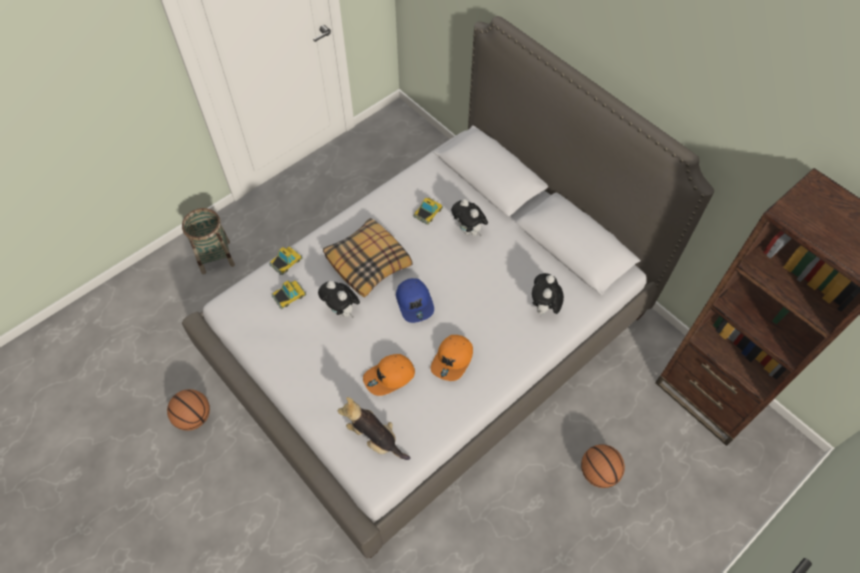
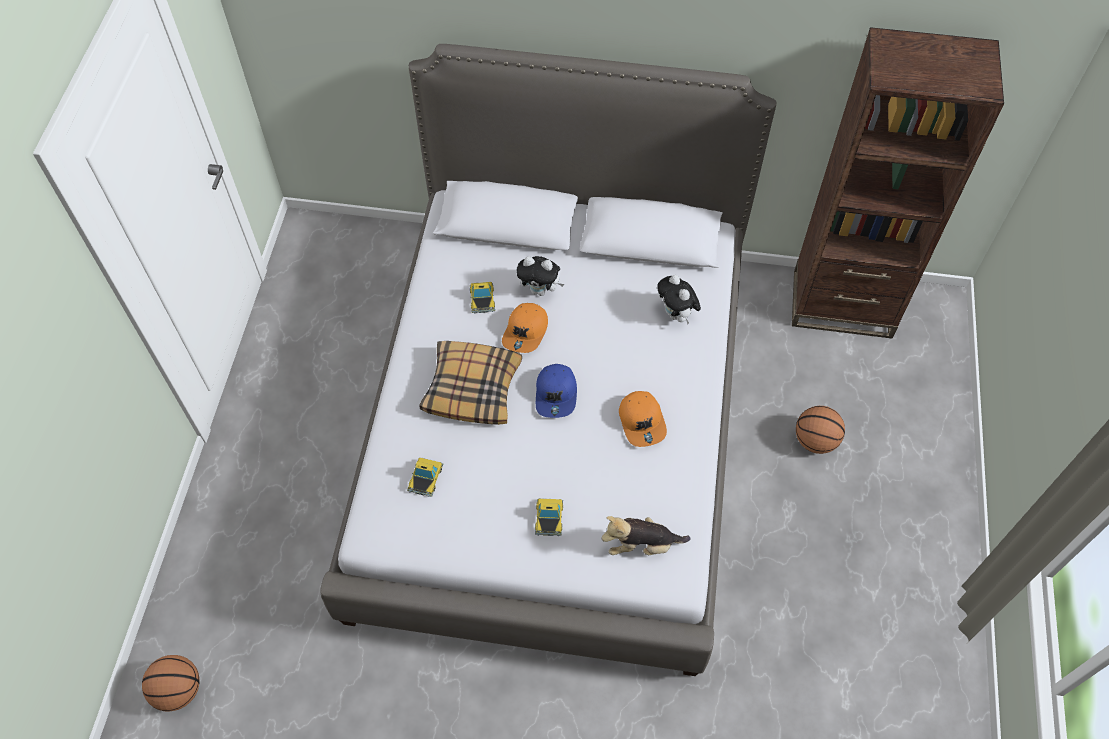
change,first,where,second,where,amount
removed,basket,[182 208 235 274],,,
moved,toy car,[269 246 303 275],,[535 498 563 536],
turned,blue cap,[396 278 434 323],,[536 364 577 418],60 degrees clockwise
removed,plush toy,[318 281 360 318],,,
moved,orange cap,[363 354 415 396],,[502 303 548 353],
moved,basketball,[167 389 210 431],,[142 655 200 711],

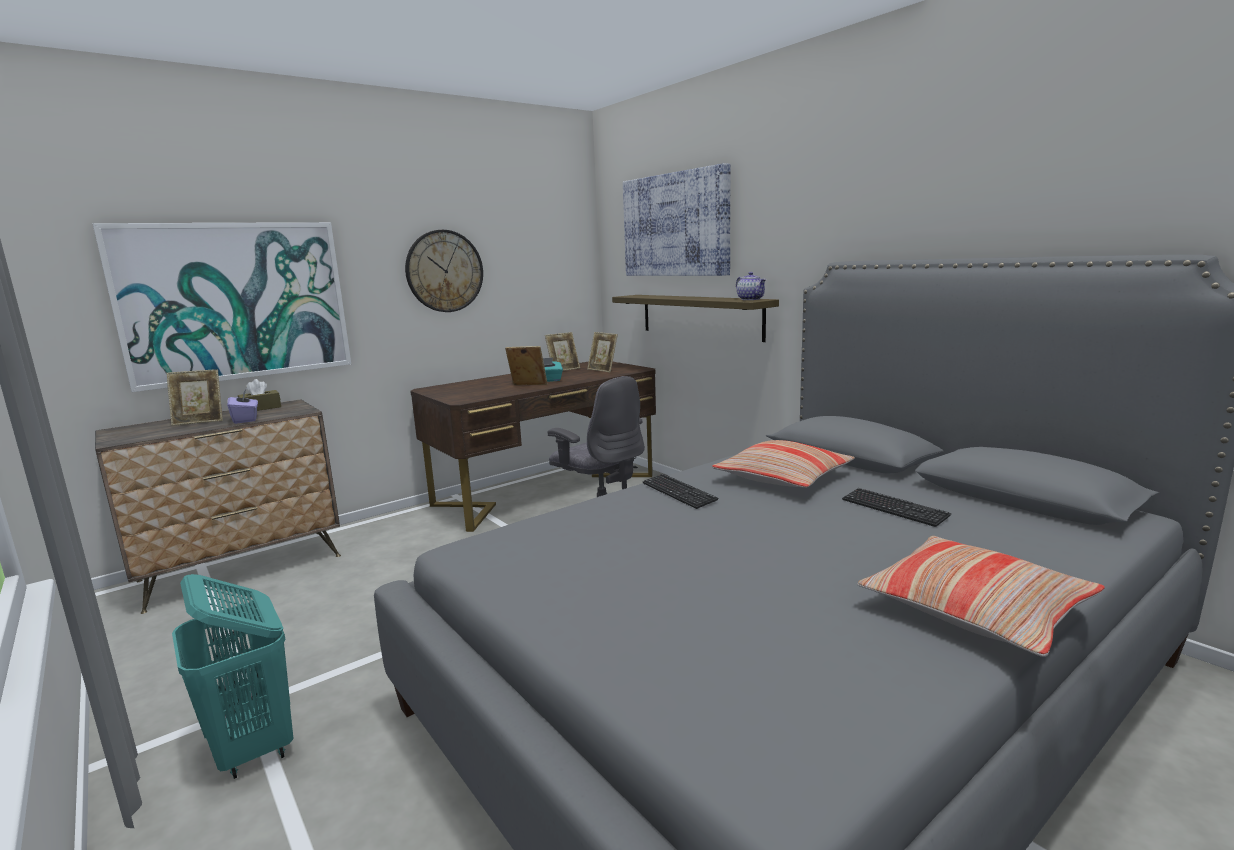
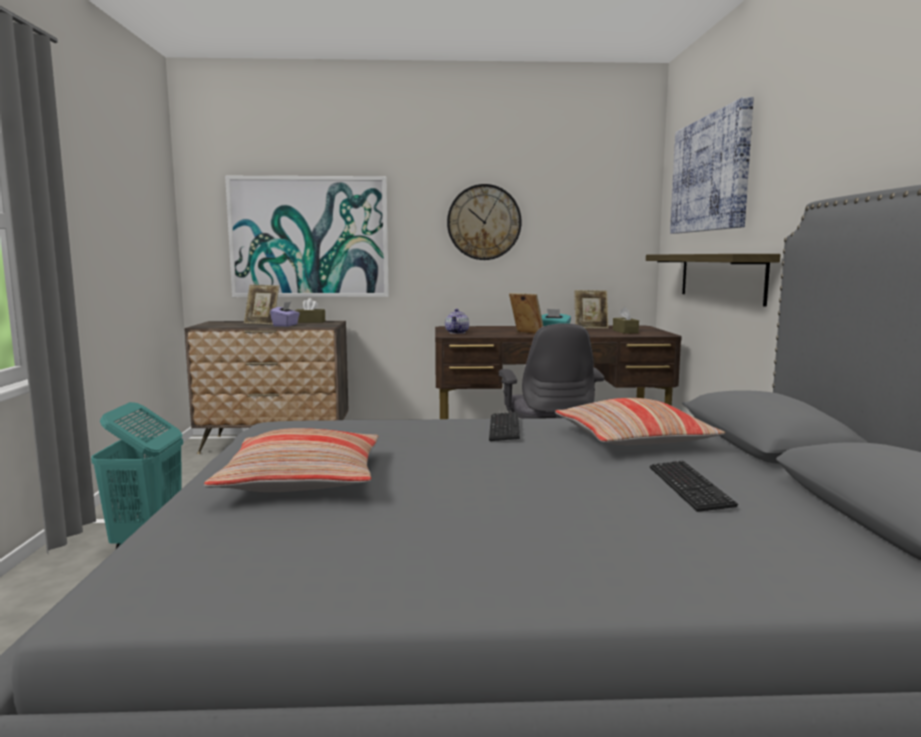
change,first,where,second,where,amount
moved,teapot,[736 272 766 300],,[445 309 469 334],
replaced,picture frame,[587 332 618 373],brown tissue box,[613 307 639 334],
moved,pillow,[857 536 1105 657],,[204 428 379 492],

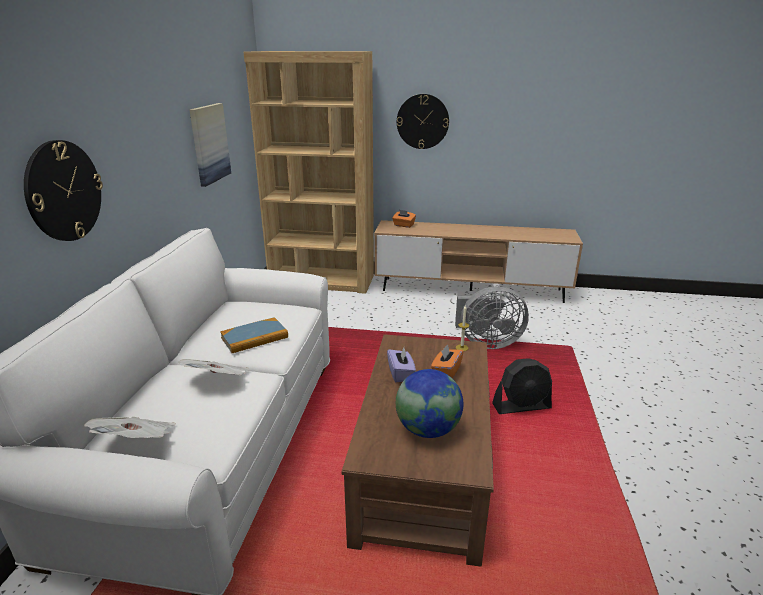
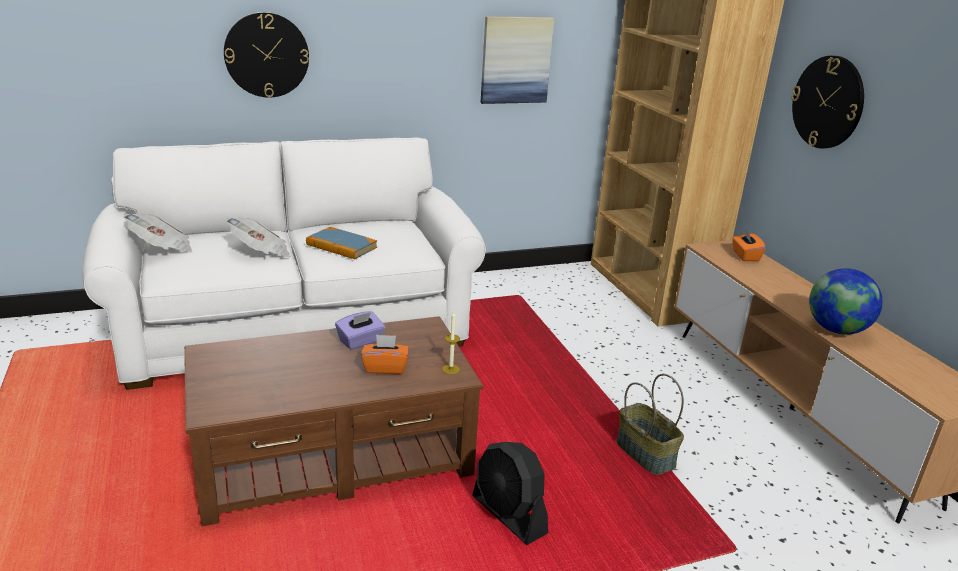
change,first,where,second,where,amount
replaced,grey fan,[455 286 529 349],basket,[616 374 684 475],
moved,globe,[396 369 463 438],,[809 268 883 334],

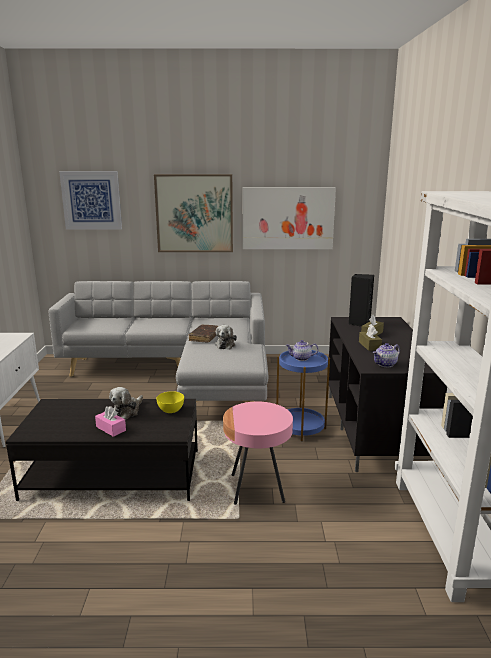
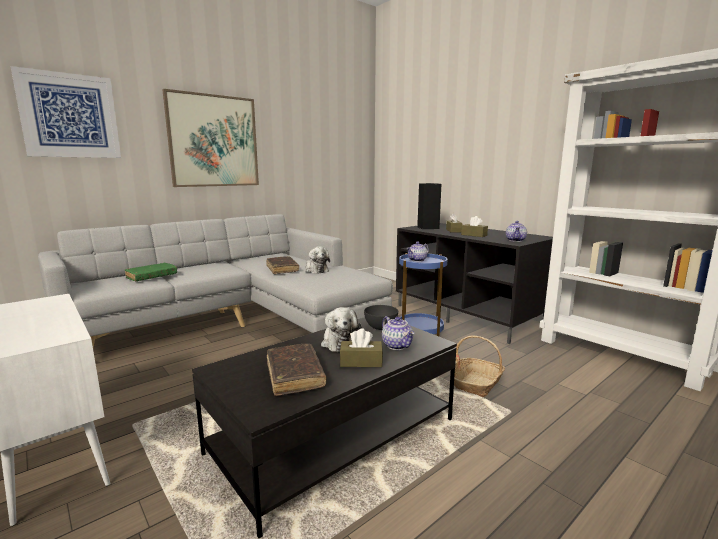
change,first,where,second,where,amount
removed,picture,[243 187 336 249],,,
recoloured,yellow bowl,[156 391 184 413],grey bowl,[364 305 398 330],
replaced,pink side table,[223 402 293 505],basket,[450 336 505 397],
recoloured,pink tissue box,[95 406 126 437],brown tissue box,[340 328 383 367],
added,,,green book,[125 263 177 281],
added,,,teapot,[382 316 415 350],
added,,,brown book,[267 344 327 396],

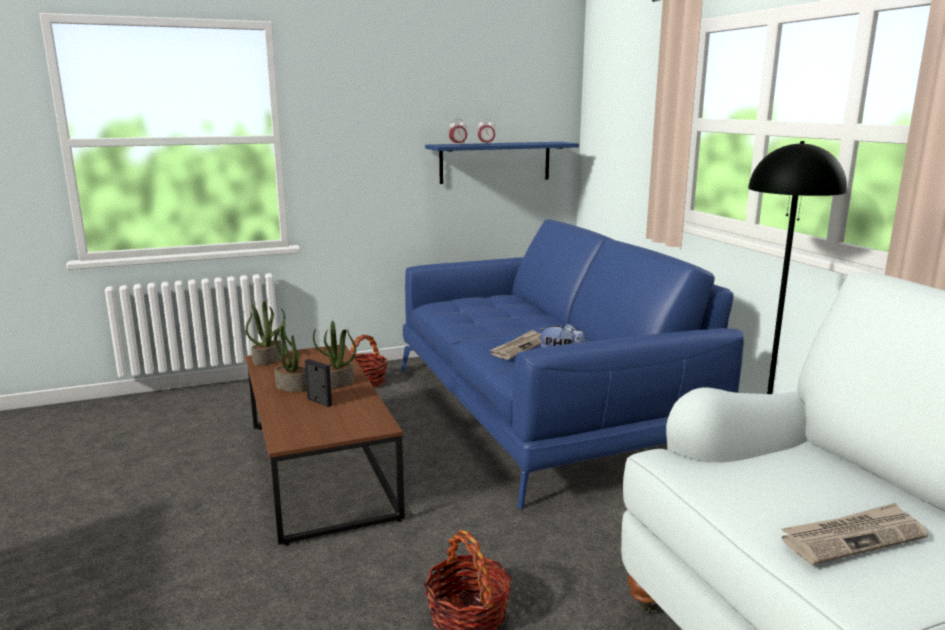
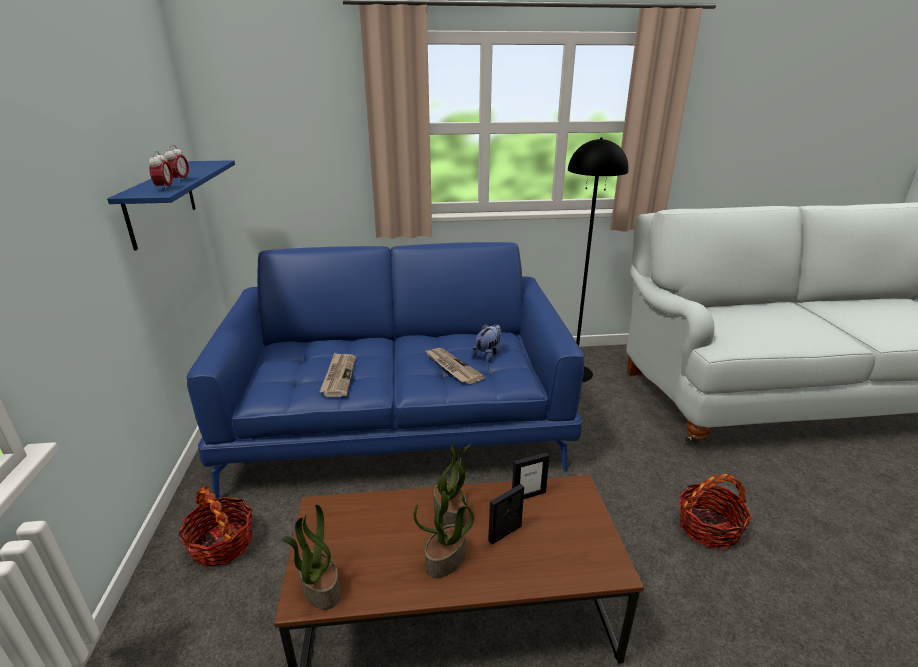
change,first,where,second,where,amount
moved,newspaper,[781 503 928 565],,[319 352 356 397],
added,,,picture frame,[512 452 549 500],

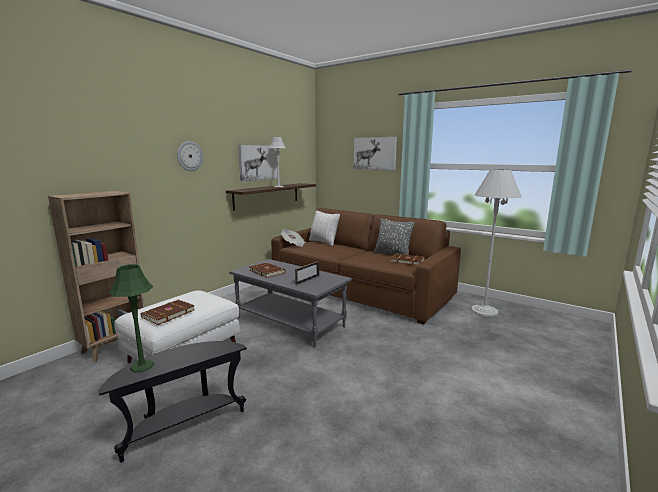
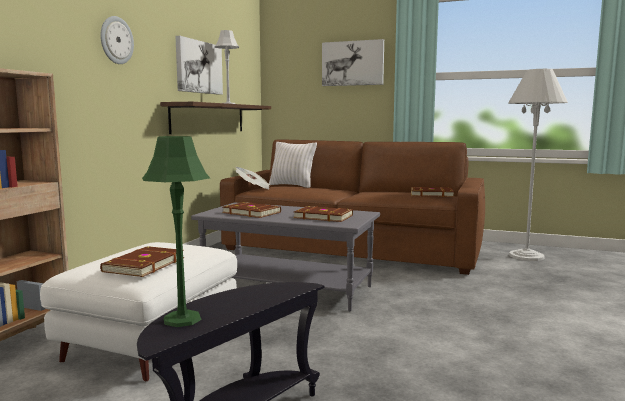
change,first,where,second,where,amount
removed,grey pillow,[374 218 415 255],,,
replaced,picture frame,[295 261 319 285],brown book,[293 206 353 222],

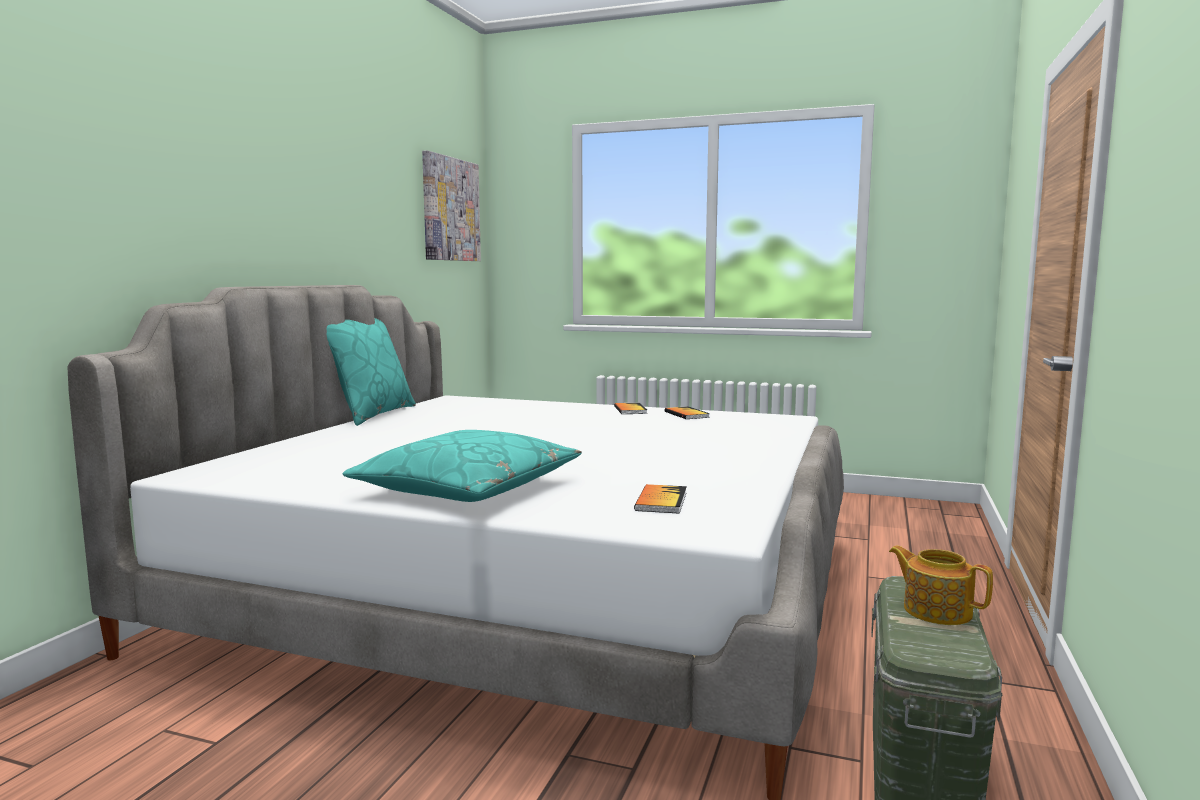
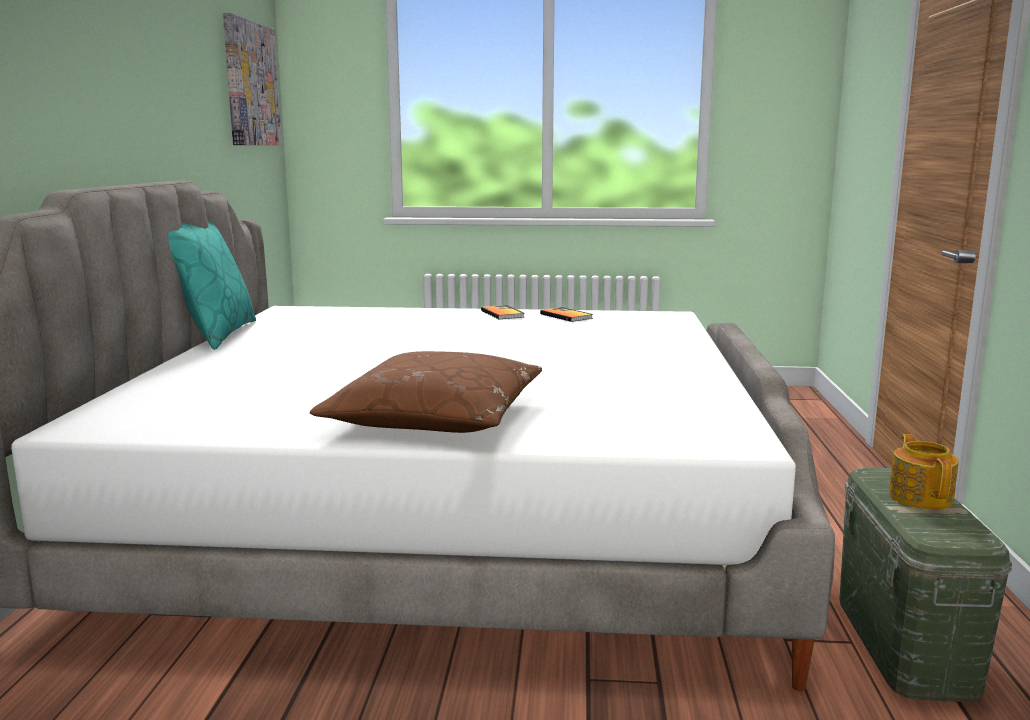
change,first,where,second,where,amount
recoloured,turquoise pillow,[342 430 582 502],brown pillow,[310 351 542 433],
removed,book,[634 484 687 514],,,
turned,teapot,[889 546 993 625],,[889 434 959 510],60 degrees clockwise

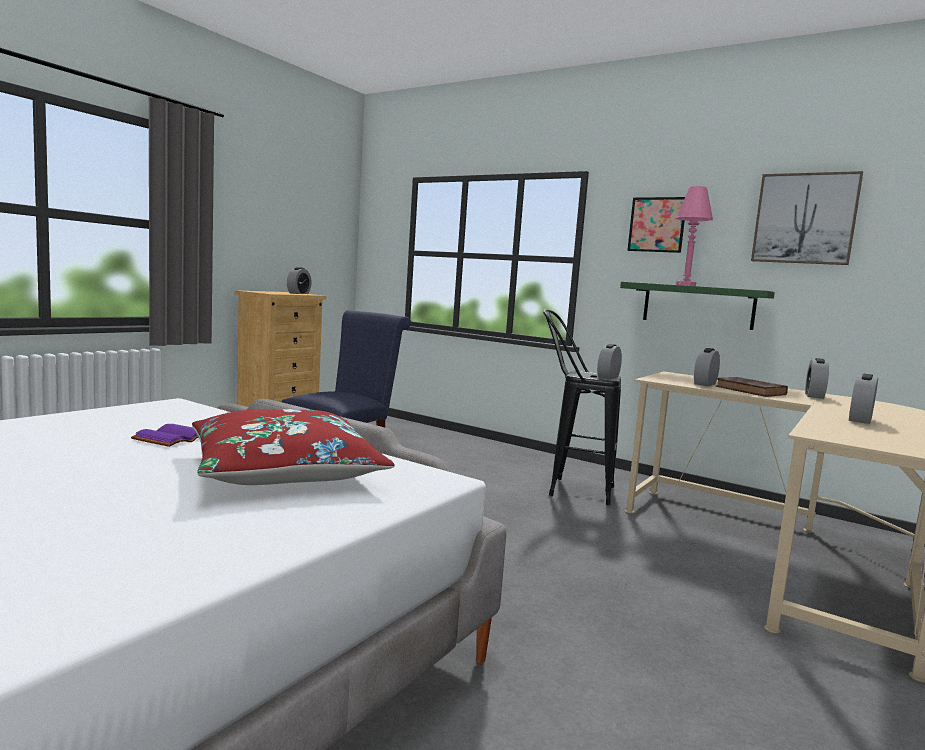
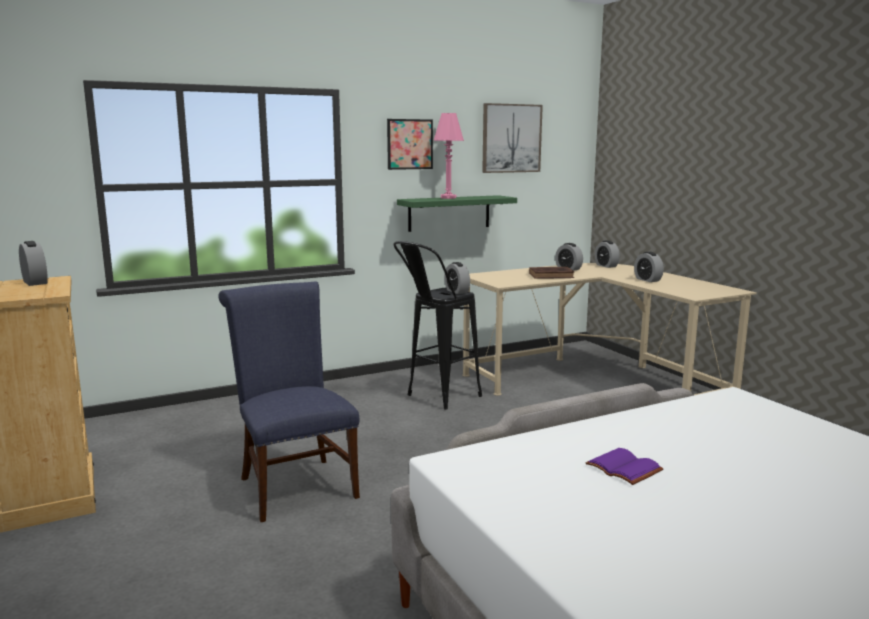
change,first,where,second,where,amount
moved,alarm clock,[694 348 720 386],,[595 240 620 268],
removed,red pillow,[192 409 395 485],,,

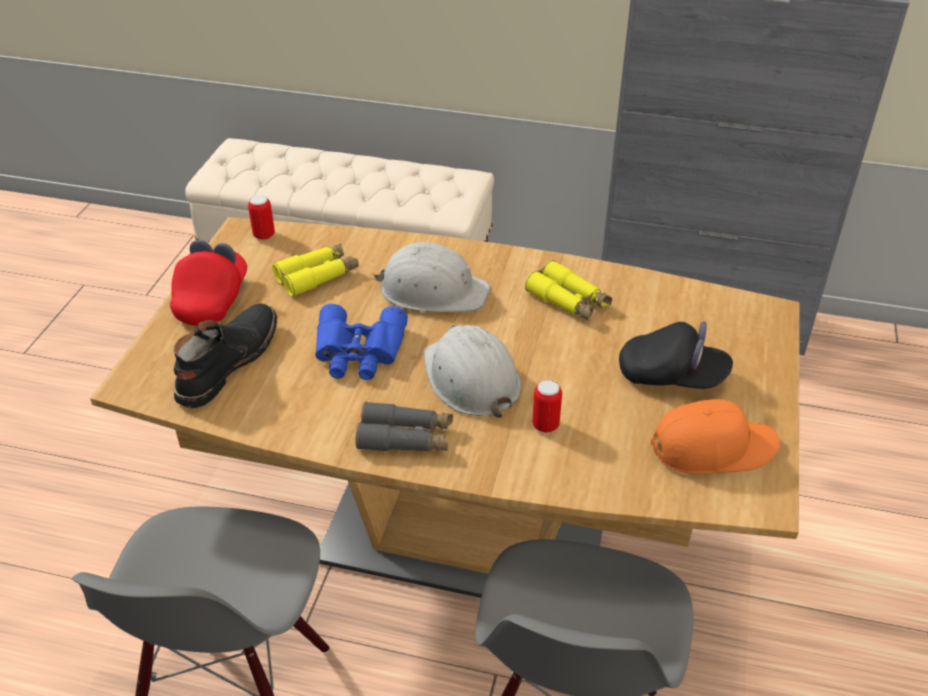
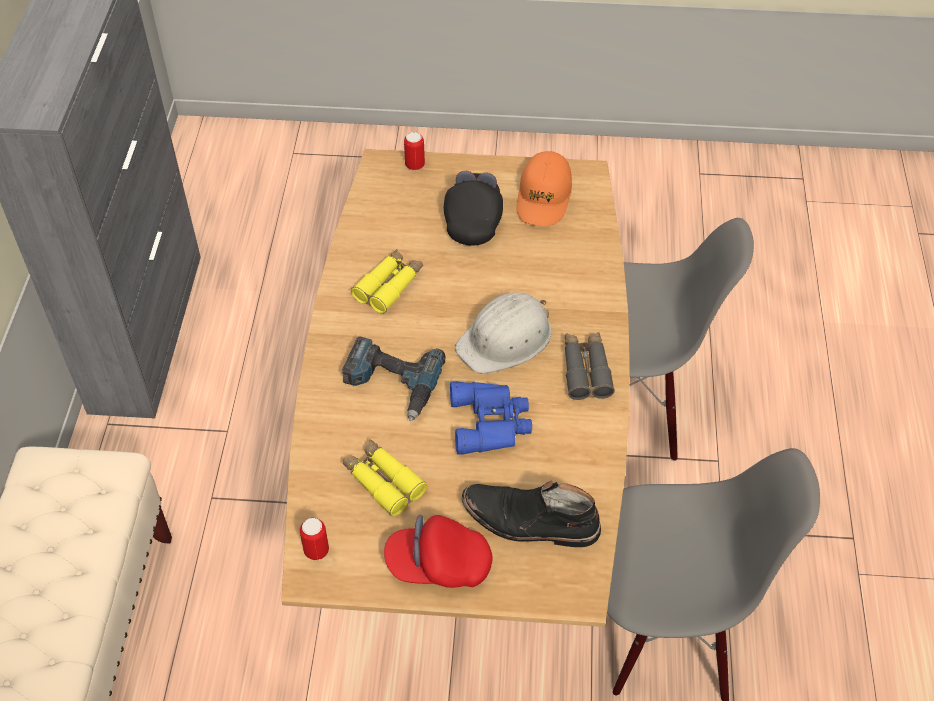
change,first,where,second,where,amount
replaced,white hard hat,[374 242 490 312],power drill,[342 336 446 421],
moved,can,[532 380 562 433],,[404 132 425 170],
turned,orange cap,[651 399 780 474],,[516 151 572 226],150 degrees counterclockwise

